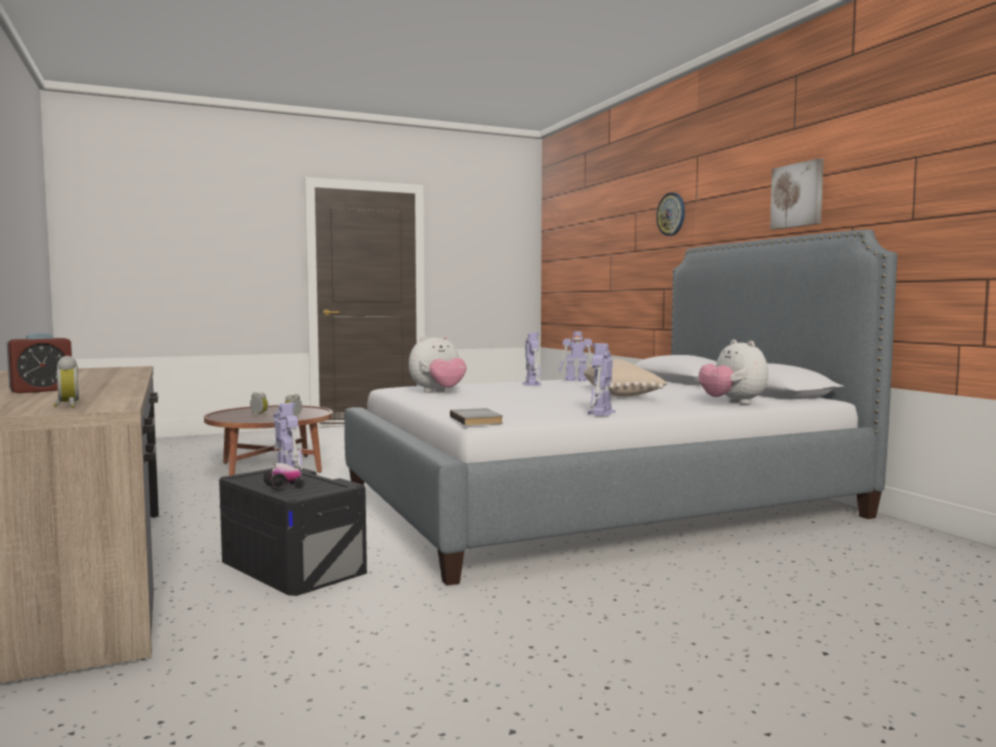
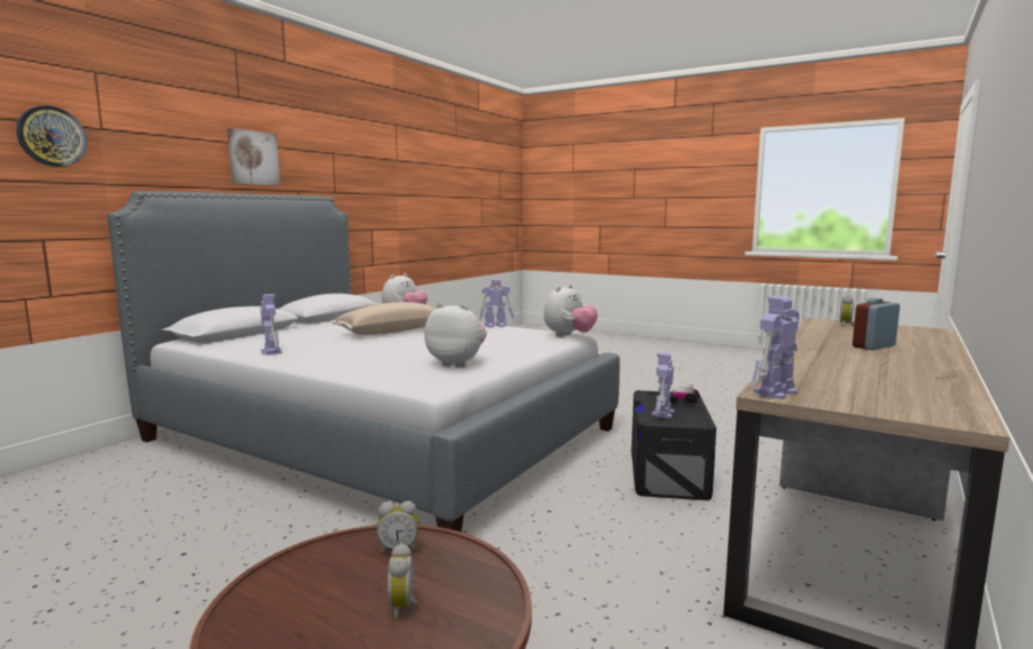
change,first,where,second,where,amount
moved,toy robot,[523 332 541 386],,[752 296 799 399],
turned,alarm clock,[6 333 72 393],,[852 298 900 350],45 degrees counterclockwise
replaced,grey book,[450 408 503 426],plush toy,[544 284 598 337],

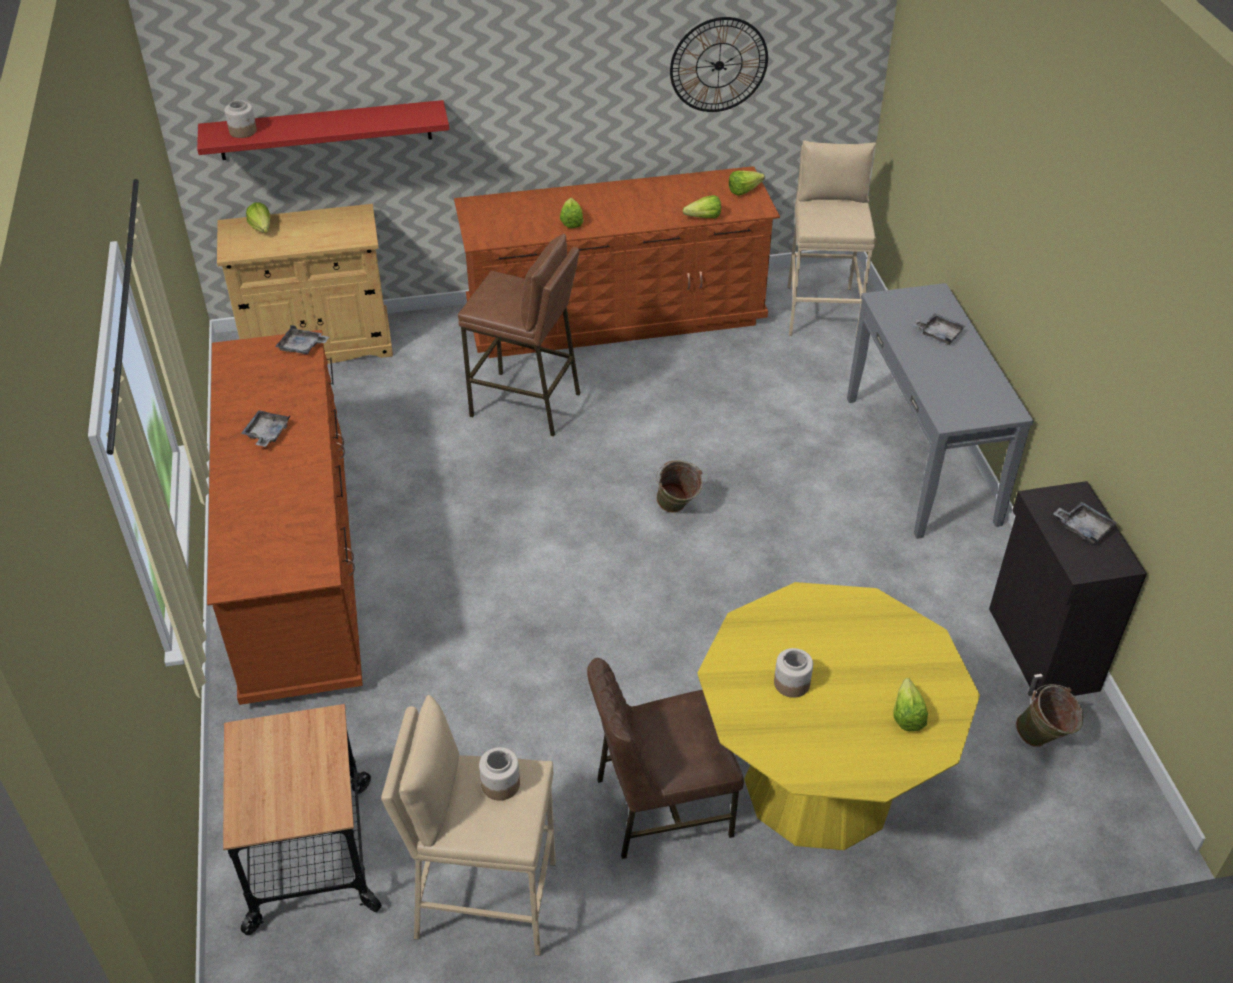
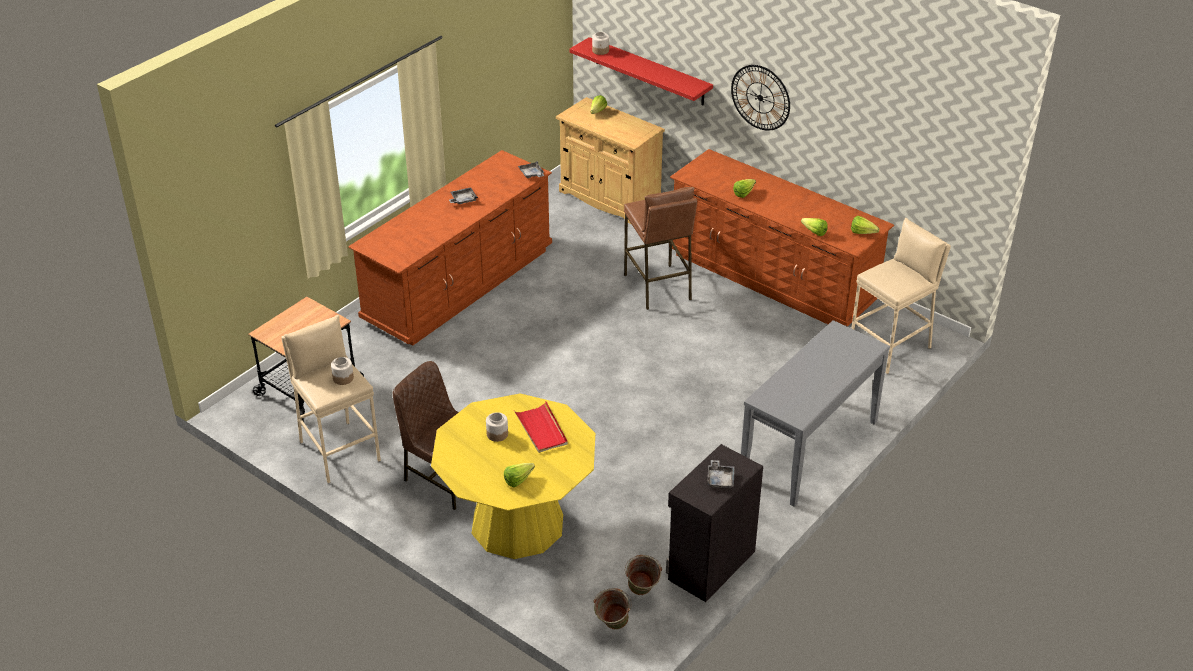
change,first,where,second,where,amount
moved,wall clock,[670 17 768 112],,[731 65 790 131],
removed,grey tray,[912 313 966 345],,,
moved,green bucket,[656 460 703 513],,[593 588 631 630],
added,,,red tray,[514 401 568 453],

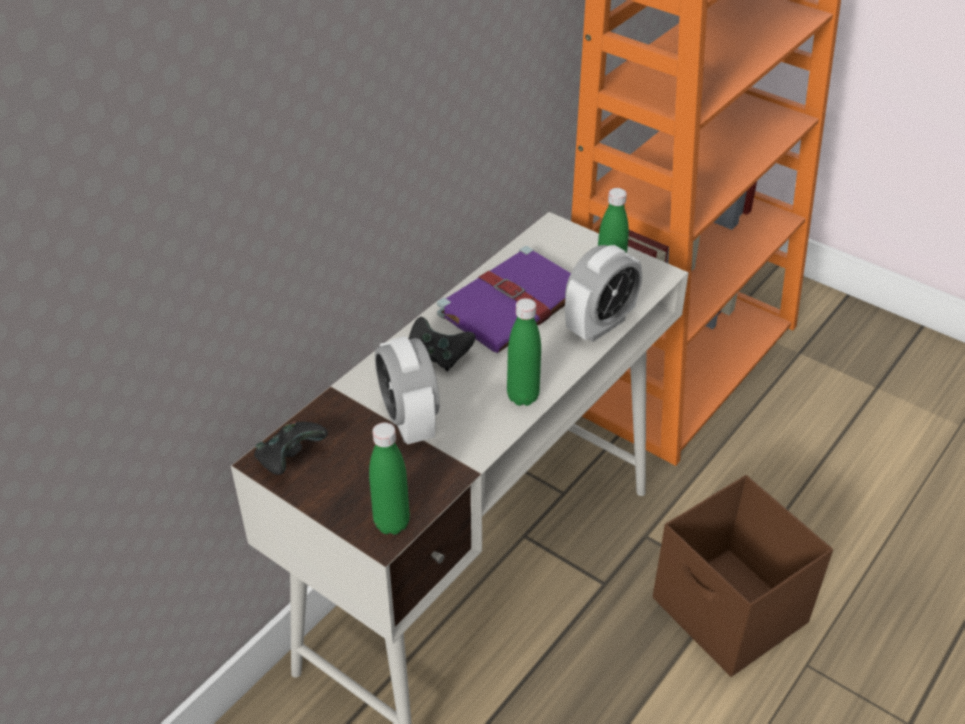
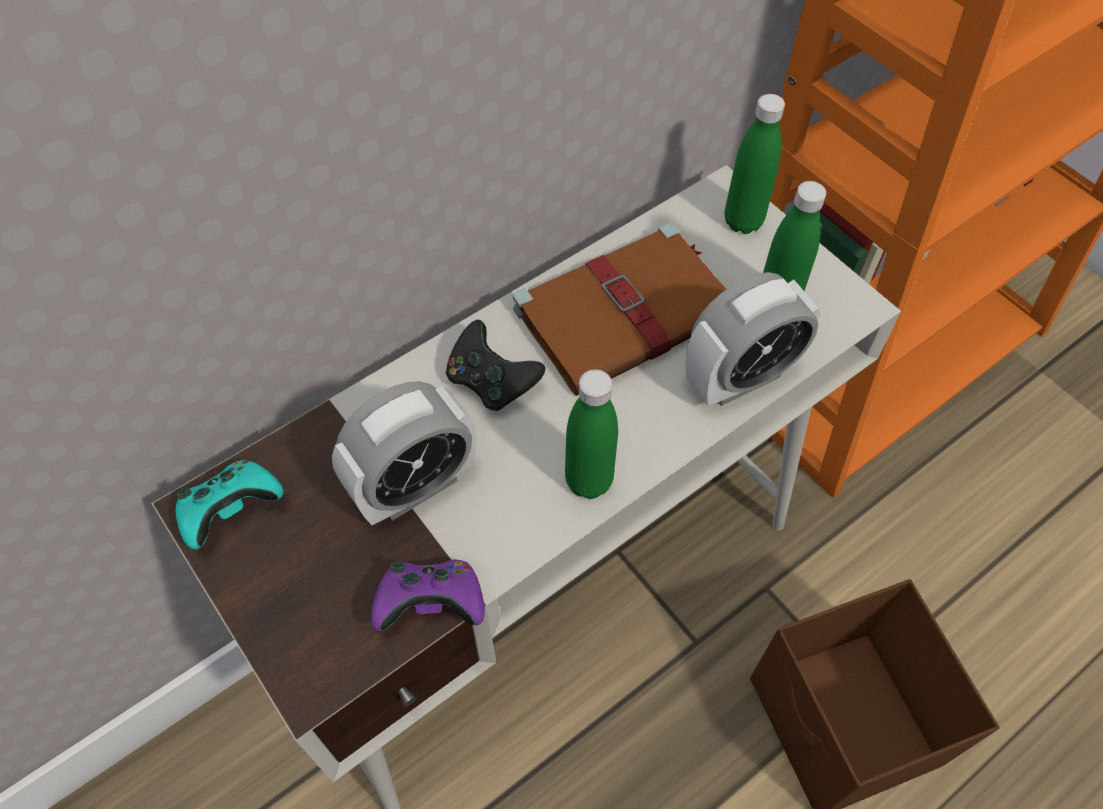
change,first,where,second,where,amount
recoloured,purple book,[437 246 571 353],brown book,[513 223 727 396],
turned,alarm clock,[375 336 440 445],,[332 381 476 525],120 degrees counterclockwise
recoloured,black game controller,[254 422 328 475],turquoise game controller,[176 460 283 549],
moved,green bottle,[369 422 410 535],,[725 94 785 234],
added,,,purple game controller,[371 560 485 631],

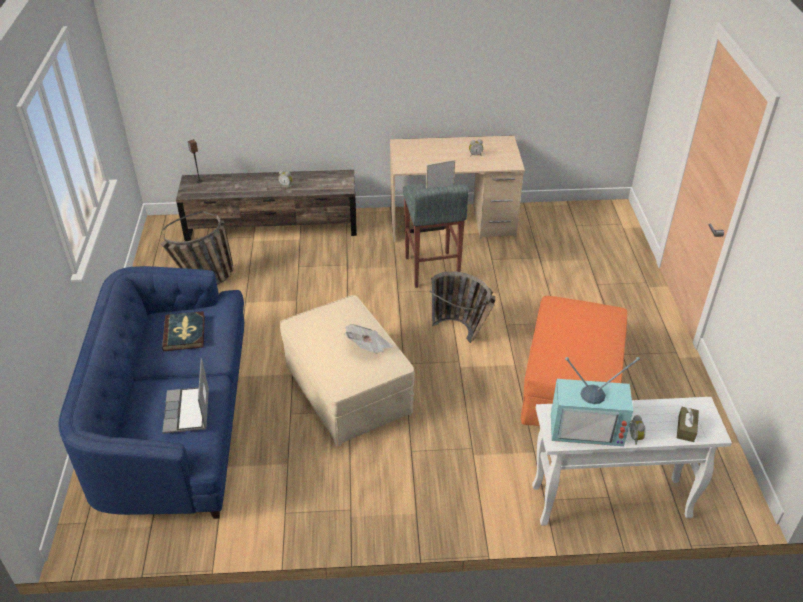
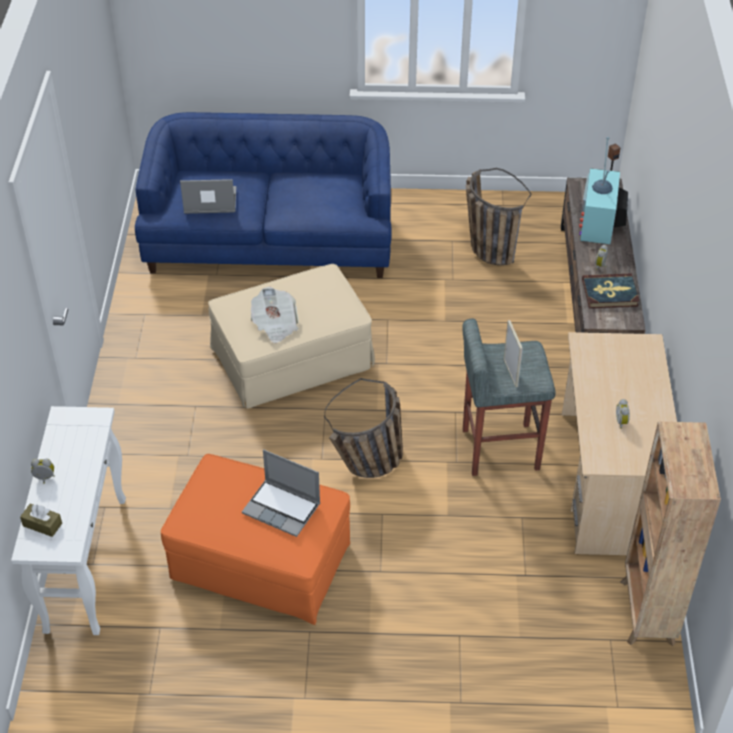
change,first,where,second,where,amount
moved,book,[162 311 205 351],,[582 273 639 308],
moved,television,[551 357 640 446],,[579 137 628 244],
added,,,brown bookcase,[620 422 721 646],
added,,,laptop,[242 449 321 537],

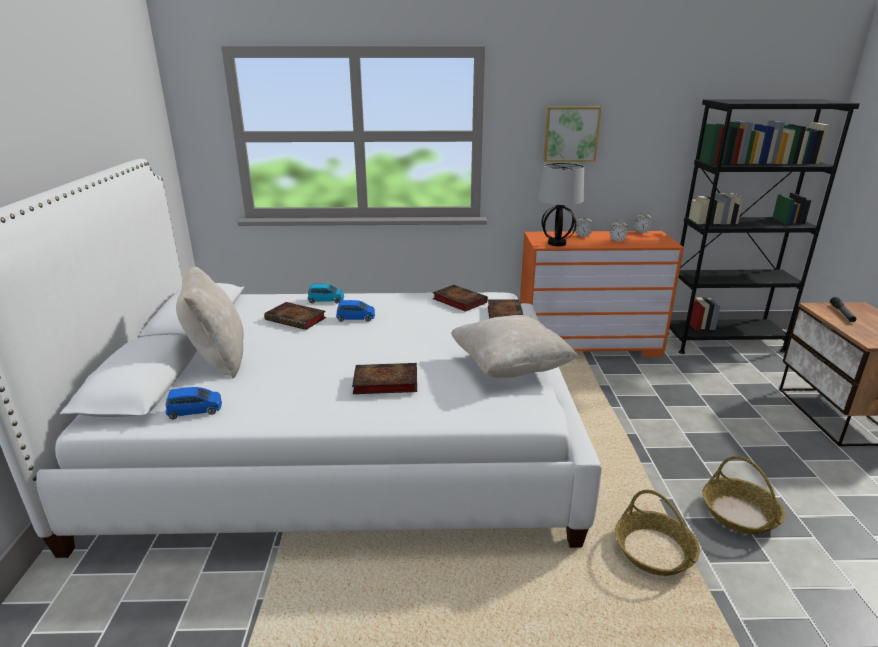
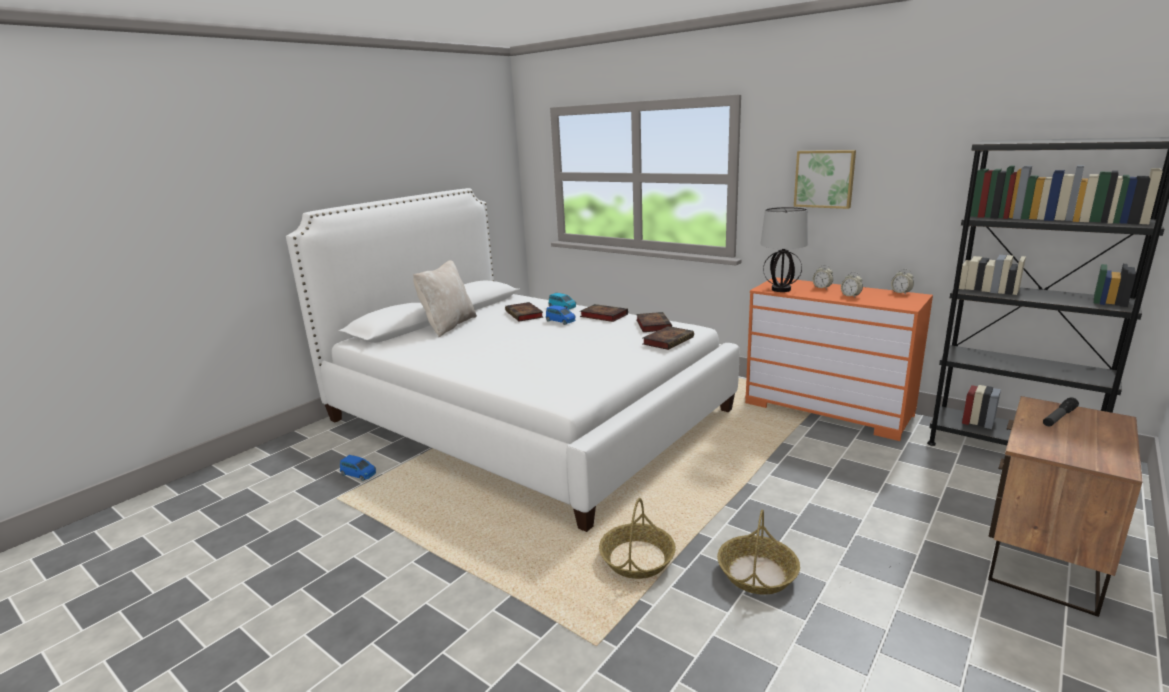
change,first,where,second,where,amount
removed,beige pillow,[451 315 578 378],,,
moved,book,[352 363 417 394],,[580 304 628 322],
moved,blue toy car,[165 387 222 419],,[340 455 376 481],

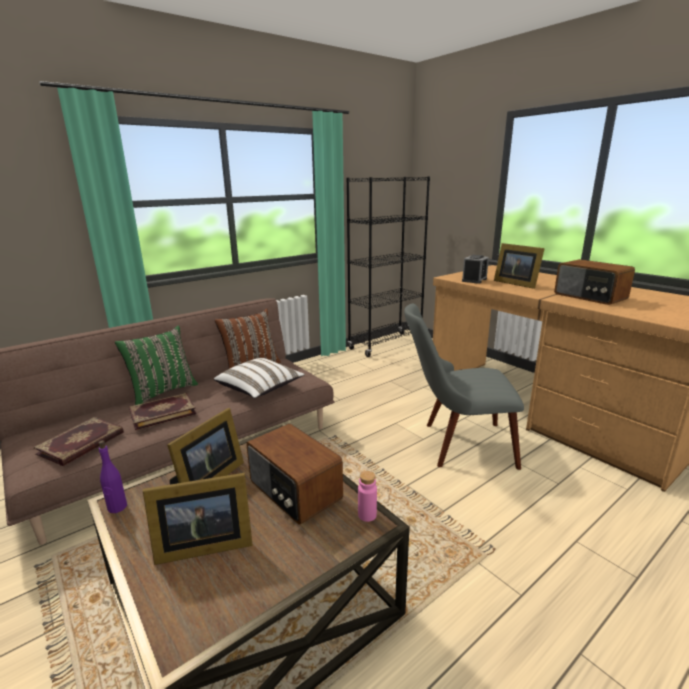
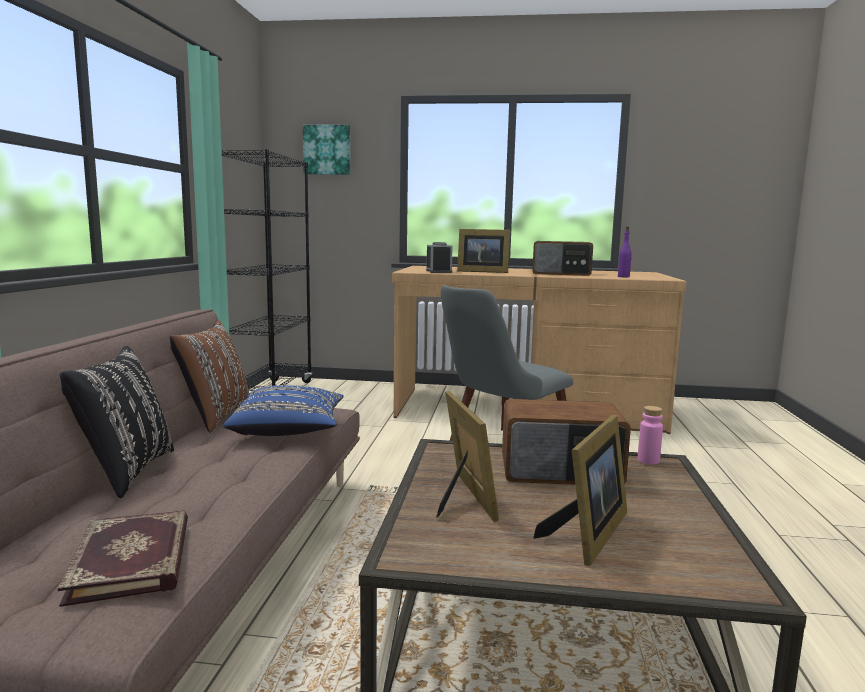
change,first,where,second,where,amount
recoloured,green pillow,[115 325 198 405],black pillow,[60 346 174 498],
recoloured,white pillow,[214 358 305 398],blue pillow,[224 385 344 436],
removed,book,[129 393 196 430],,,
moved,purple bottle,[99 440 127 513],,[618 226 632 277],
added,,,picture,[303 125 350 175],

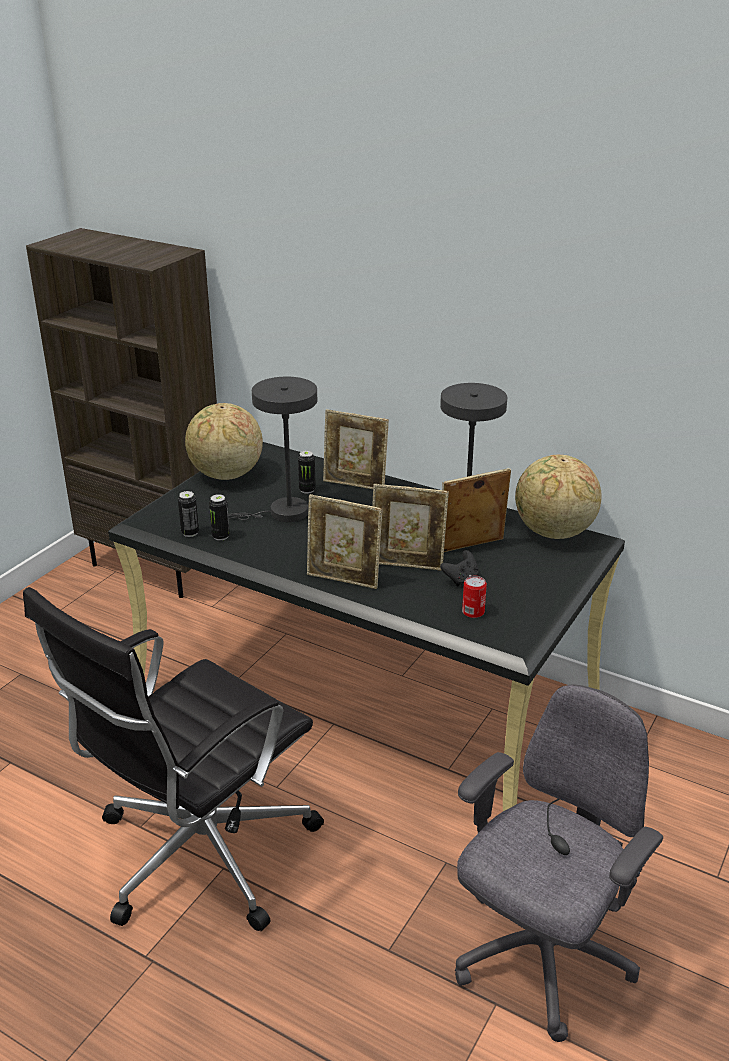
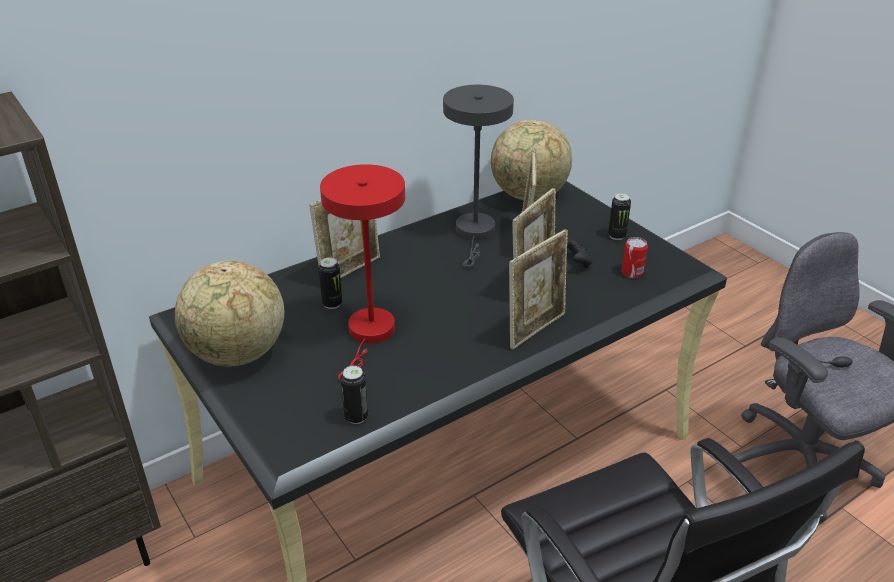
change,first,where,second,where,amount
recoloured,grey table lamp,[228 377 317 522],red table lamp,[320 164 405 381],
moved,can,[209 494 230 541],,[608 193 631 240],

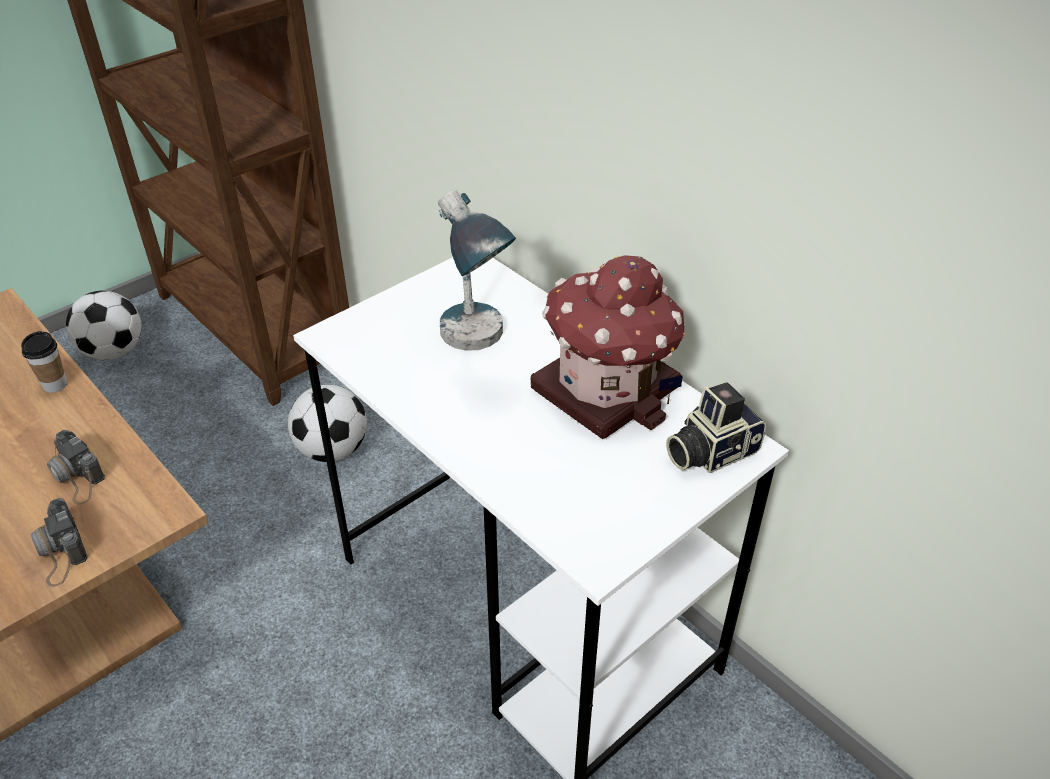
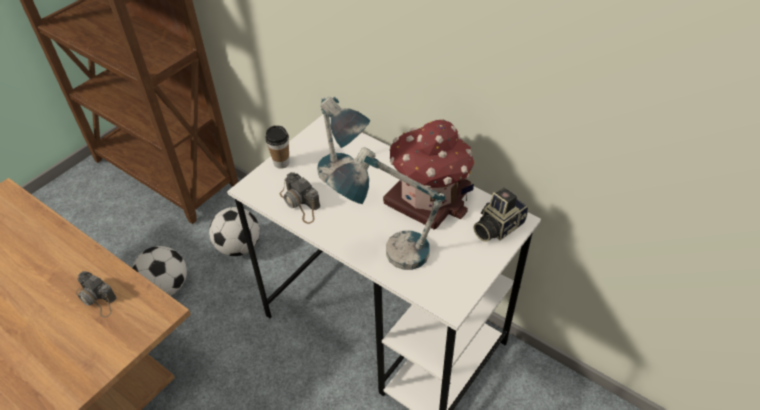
change,first,where,second,where,amount
moved,football,[66 291 142 360],,[132 246 187 296],
moved,cup,[21 331 67 393],,[265 125 290 169],
moved,photo camera,[31 498 87 587],,[280 172 320 224],
added,,,table lamp,[325 147 445 270],

